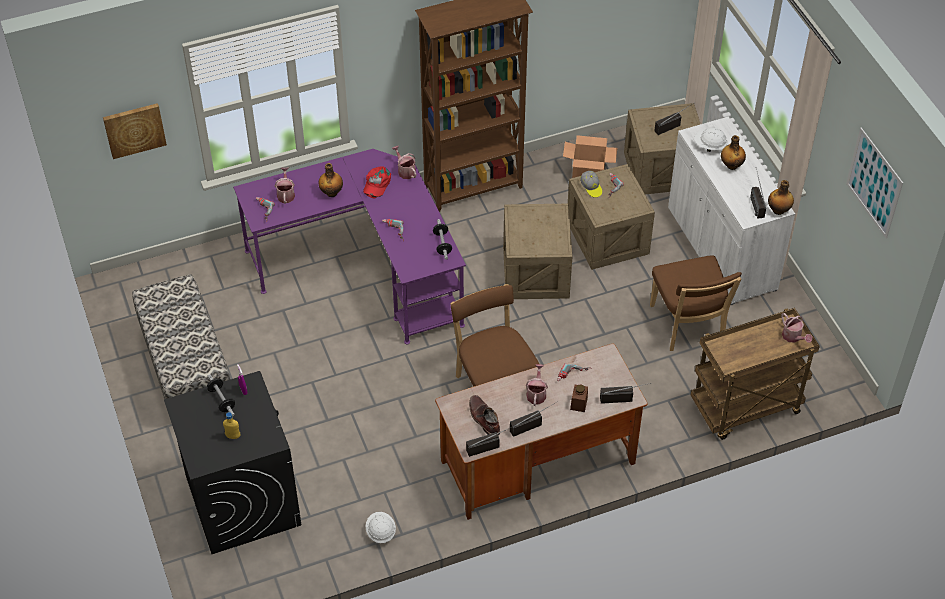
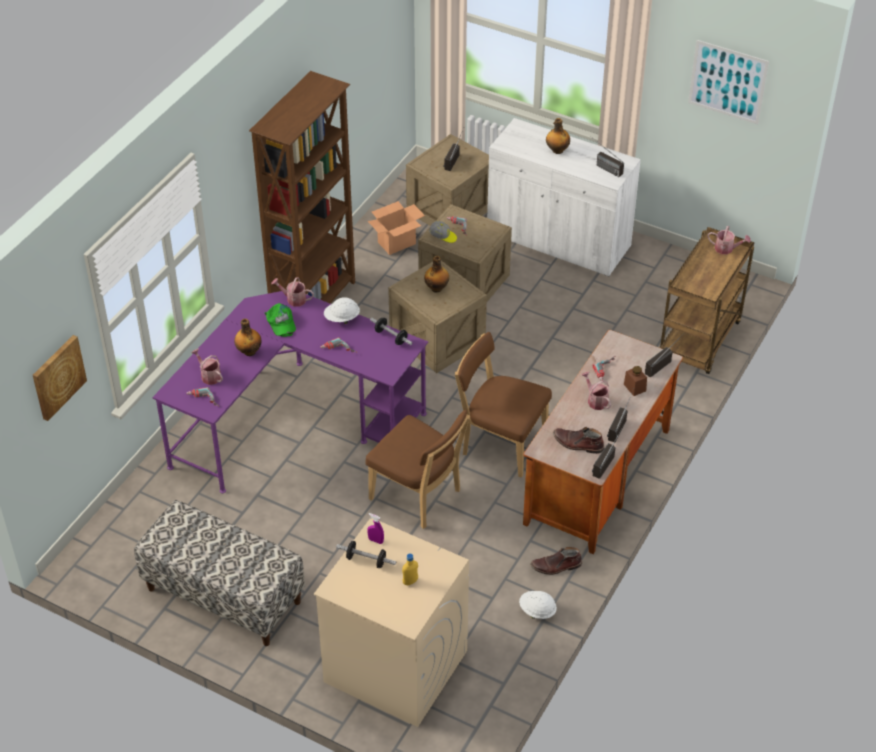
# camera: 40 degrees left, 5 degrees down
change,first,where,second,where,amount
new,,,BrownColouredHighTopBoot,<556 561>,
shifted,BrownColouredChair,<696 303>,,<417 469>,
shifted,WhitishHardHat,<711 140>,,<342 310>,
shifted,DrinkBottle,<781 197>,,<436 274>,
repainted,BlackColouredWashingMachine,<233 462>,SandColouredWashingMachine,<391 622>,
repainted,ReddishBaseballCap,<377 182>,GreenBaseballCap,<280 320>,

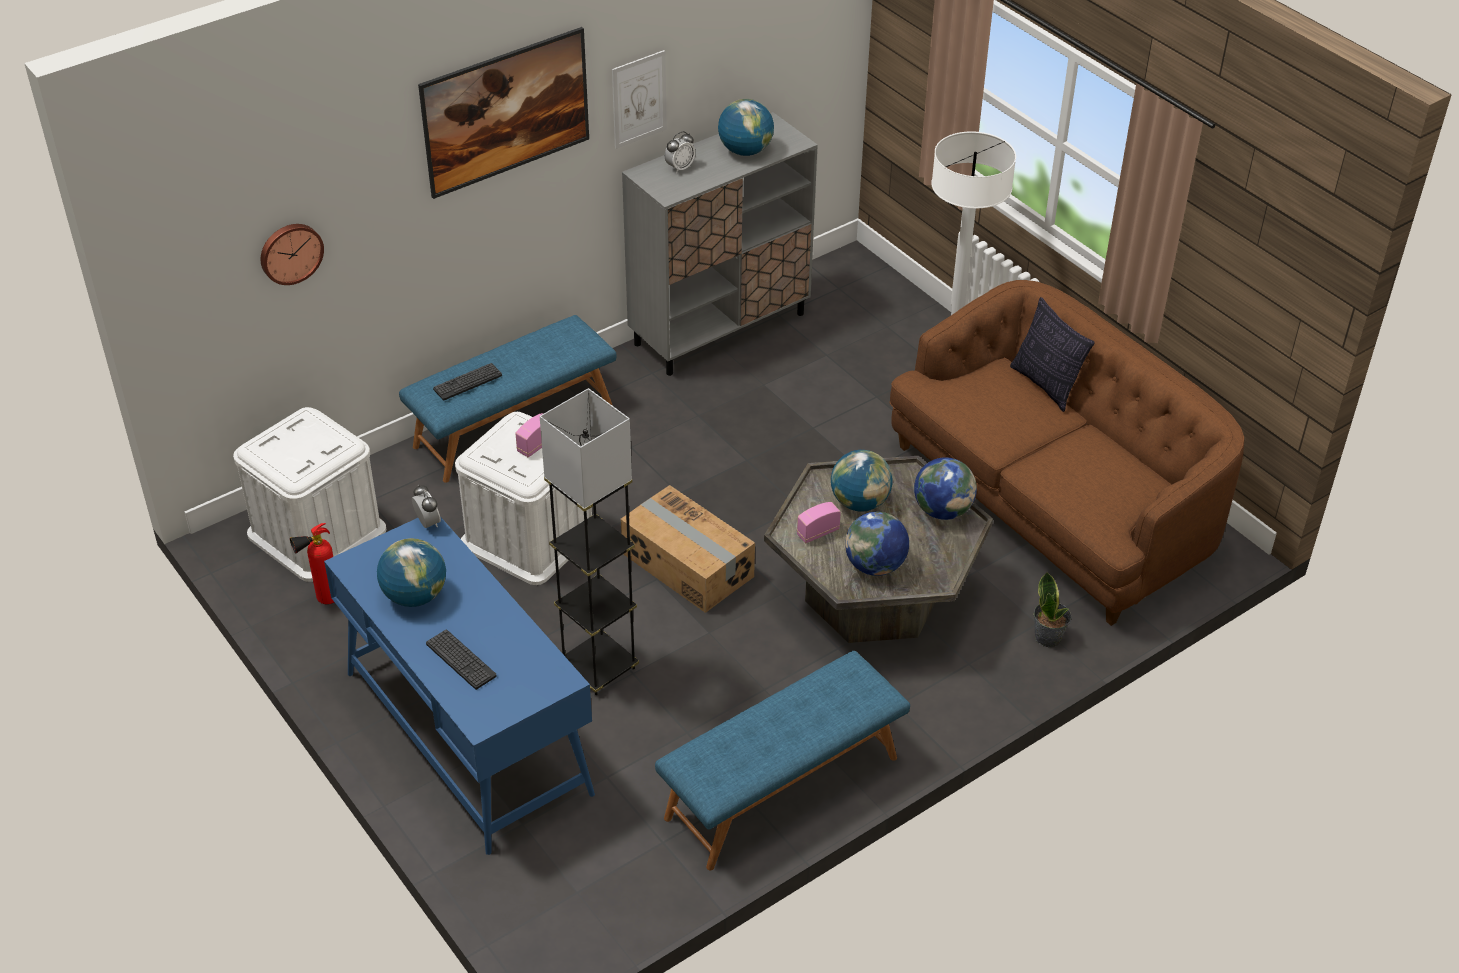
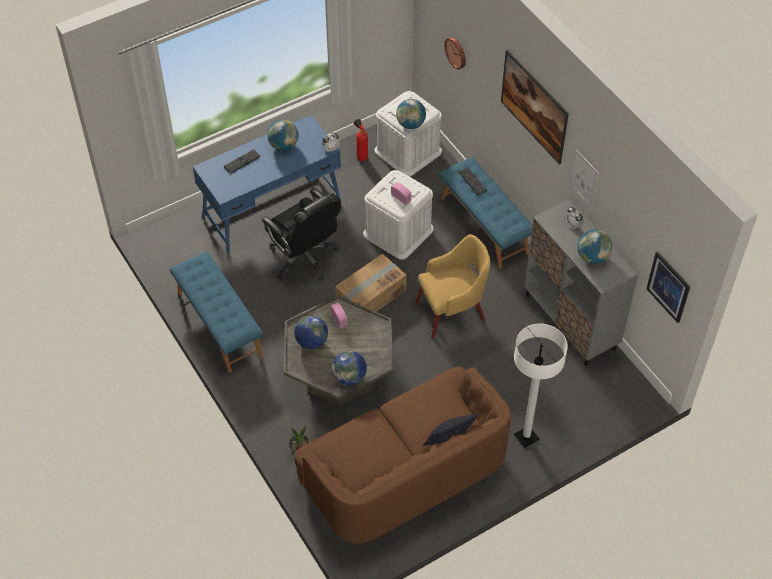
# camera: 95 degrees right, 10 degrees up
change,first,where,second,where,amount
new,,,YellowishArmchair,<452 286>,
new,,,Picture,<668 287>,
shifted,Globe,<862 481>,,<411 114>,
swapped,GreyishStandardLamp,<589 541>,BlackColouredComputerChair,<301 234>,

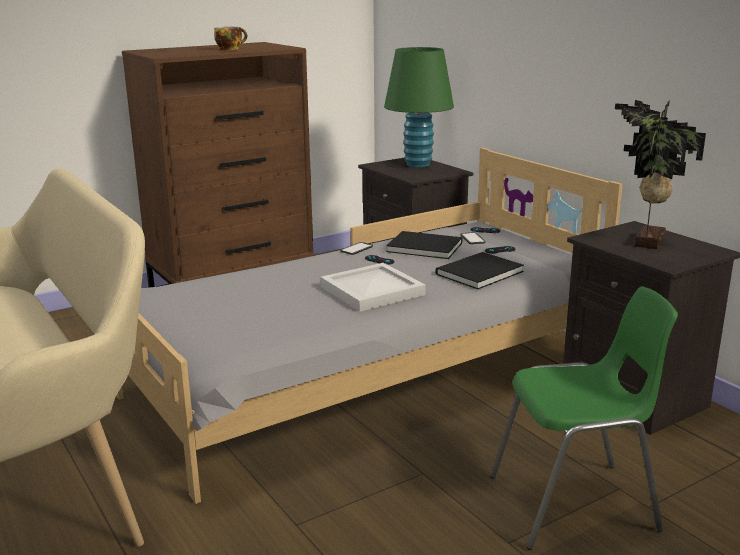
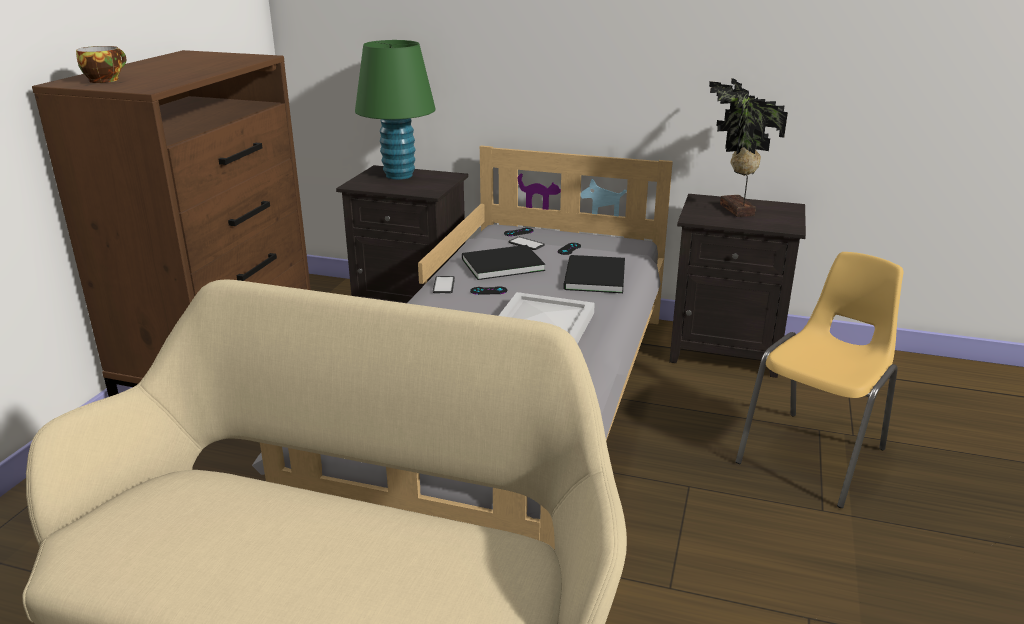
# camera: 40 degrees left, 5 degrees up
change,first,where,second,where,amount
shifted,SmallCup,<230 38>,,<101 64>,
repainted,GreenChair,<584 418>,YellowishChair,<819 380>,

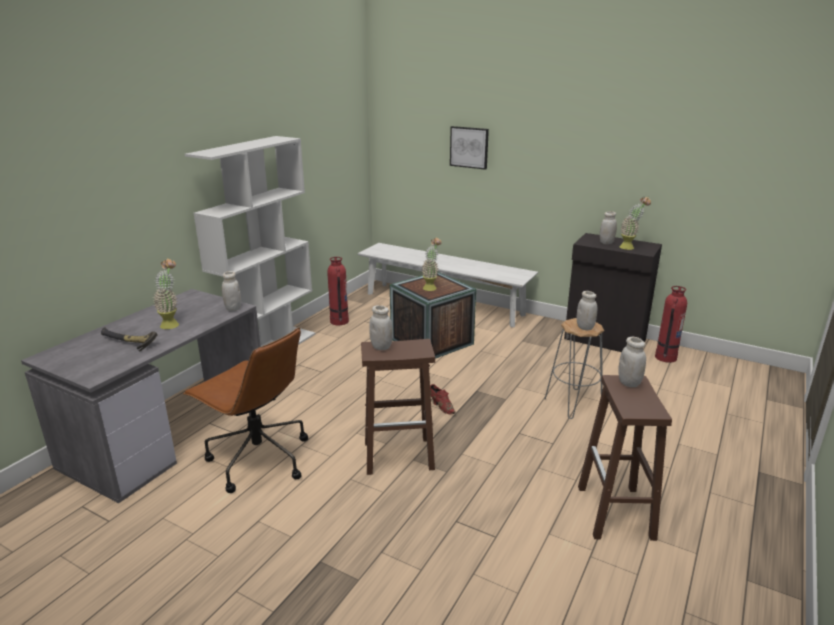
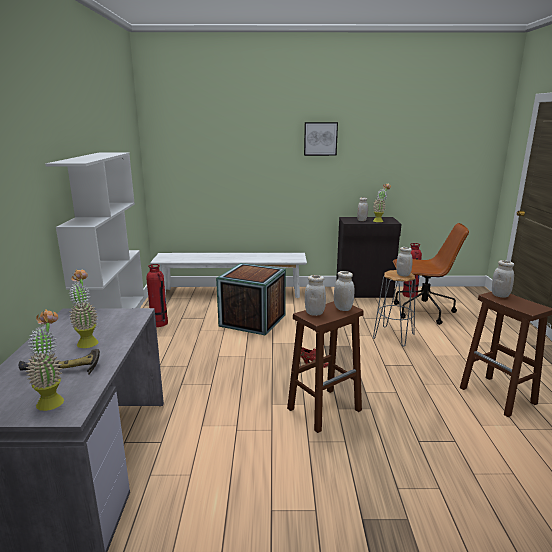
# camera: 30 degrees left, 5 degrees down
change,first,where,second,where,amount
shifted,BrownColouredComputerChair,<245 410>,,<431 274>,
shifted,WhitishJar,<231 291>,,<344 291>,
shifted,PlantInAPot,<431 264>,,<44 360>,
shifted,Picture,<469 148>,,<321 139>,

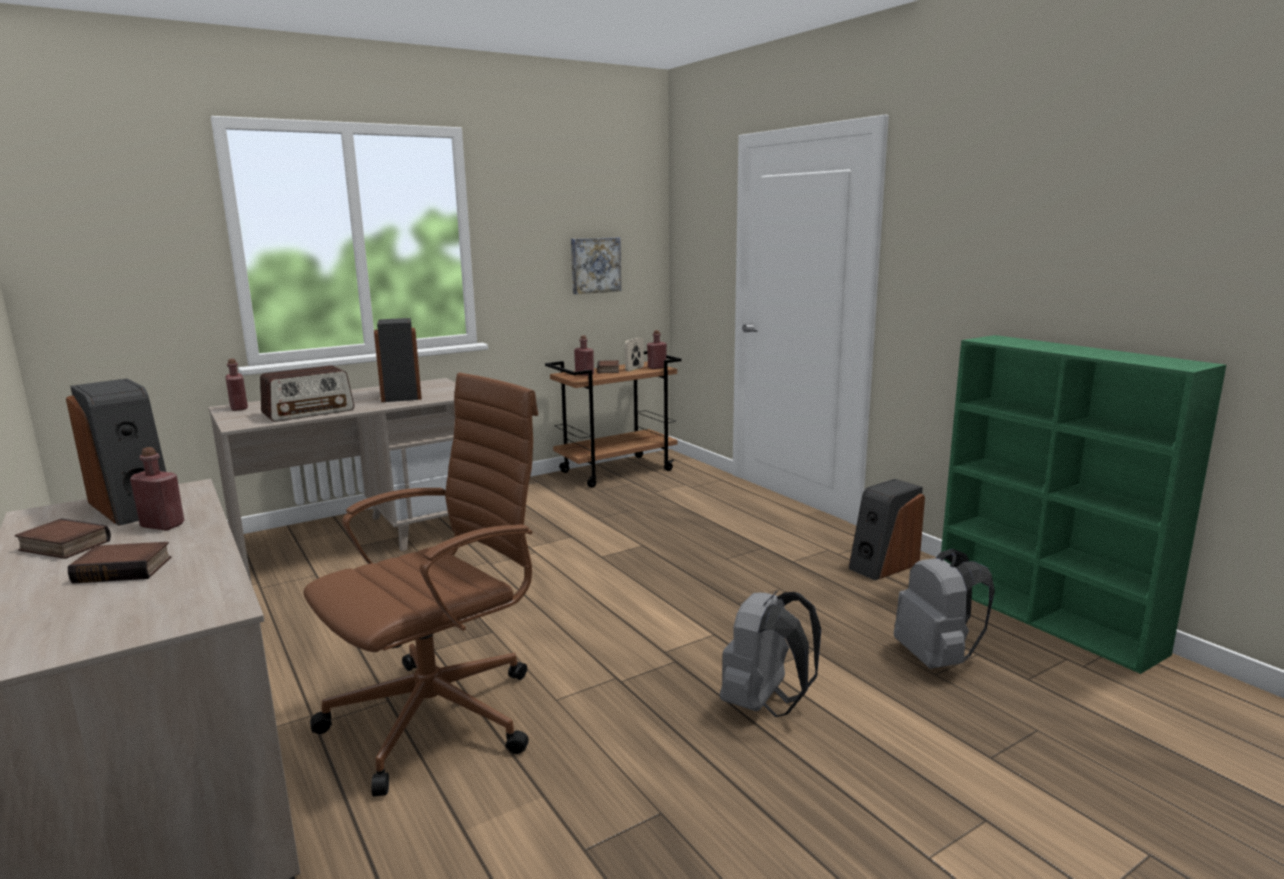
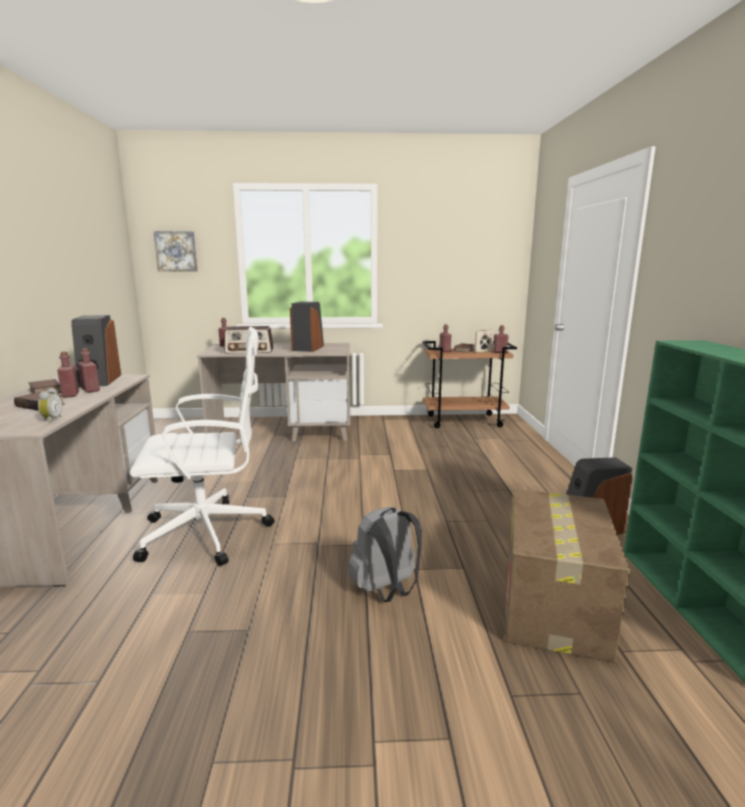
# camera: 30 degrees right, 0 degrees up
change,first,where,second,where,amount
new,,,AlarmClock,<50 405>,
new,,,ReddishDrinkBottle,<68 374>,
shifted,Picture,<596 265>,,<176 251>,
swapped,GreyishBackpack,<944 609>,Carton,<567 576>,
repainted,BrownColouredComputerChair,<420 585>,WhitishComputerChair,<202 446>,

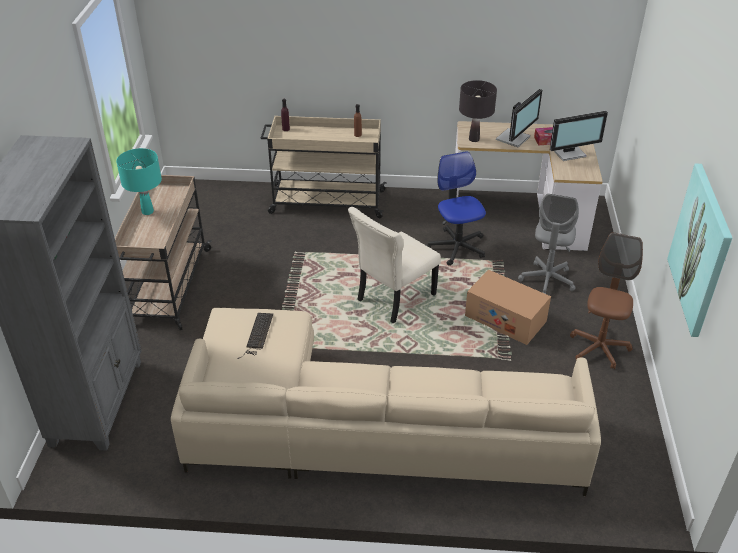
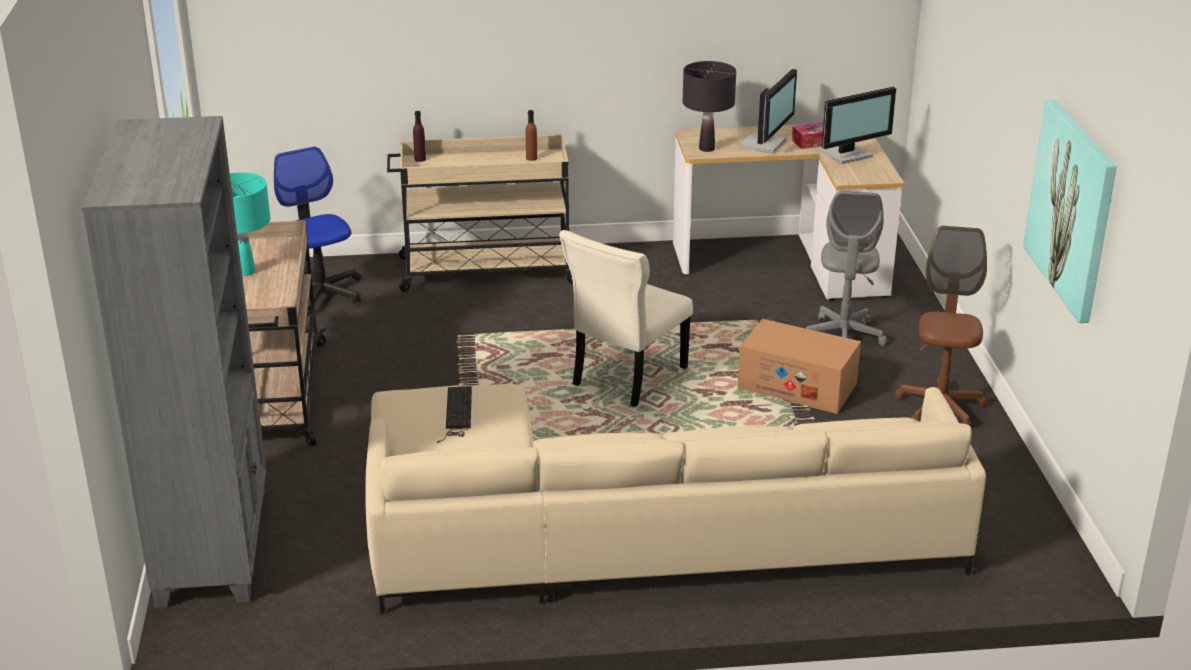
# camera: 10 degrees left, 10 degrees down
change,first,where,second,where,amount
shifted,ComputerChair,<455 208>,,<317 231>,

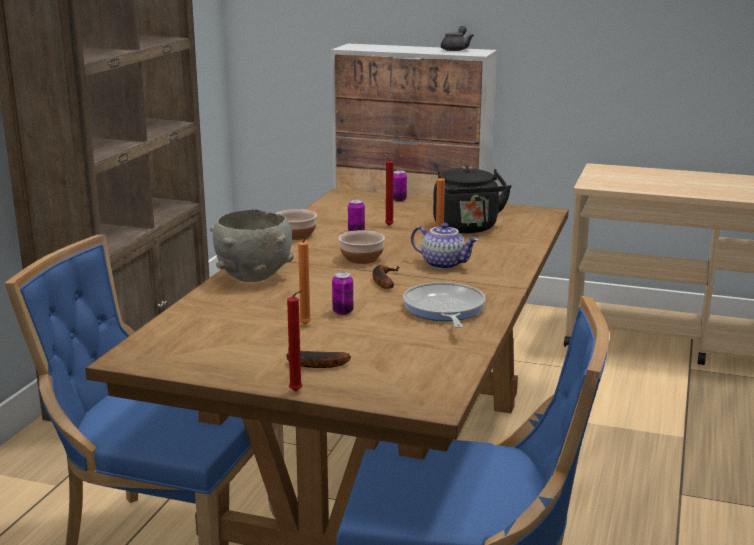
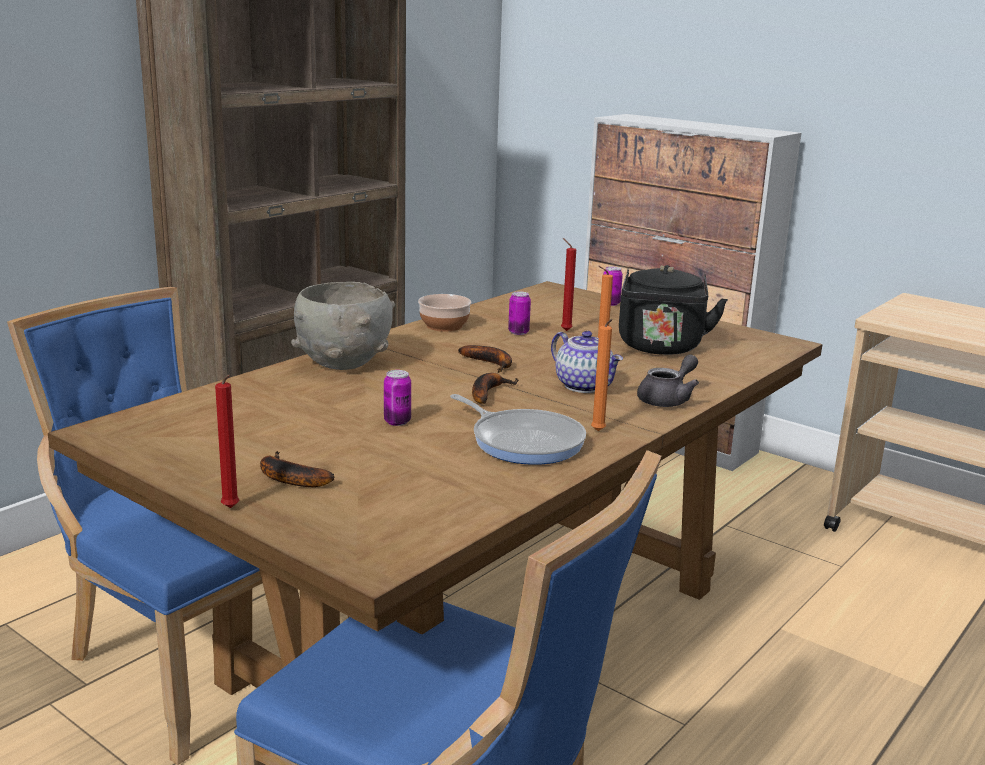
# camera: 20 degrees right, 0 degrees up
change,first,where,second,where,amount
shifted,OrangeWaxCandle,<304 280>,,<602 375>,
shifted,GreyishTeaPot,<457 38>,,<668 380>,
swapped,Bowl,<362 247>,WholeBanana,<485 359>,
rotated,Skillet,<444 305>,,<518 429>,120 degrees clockwise

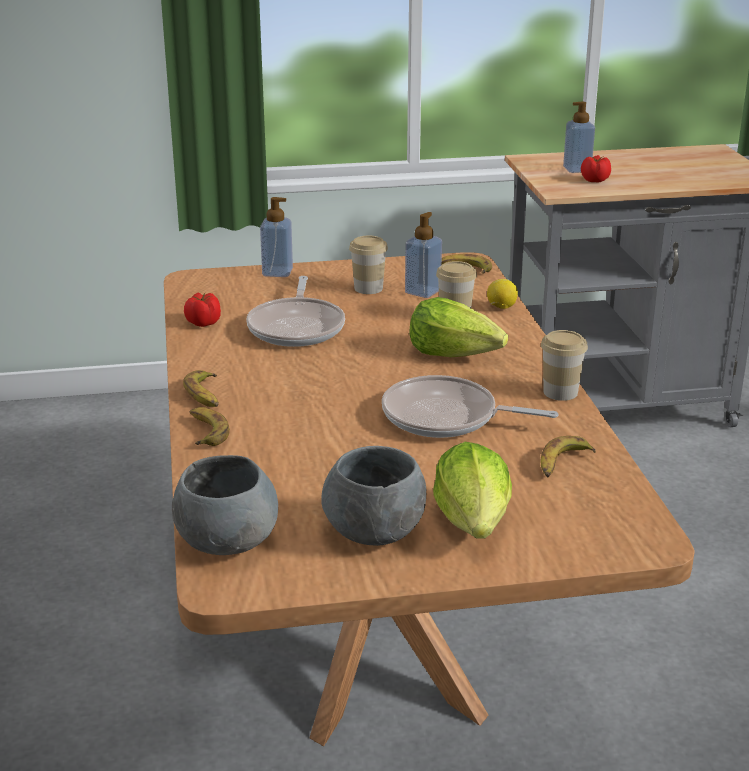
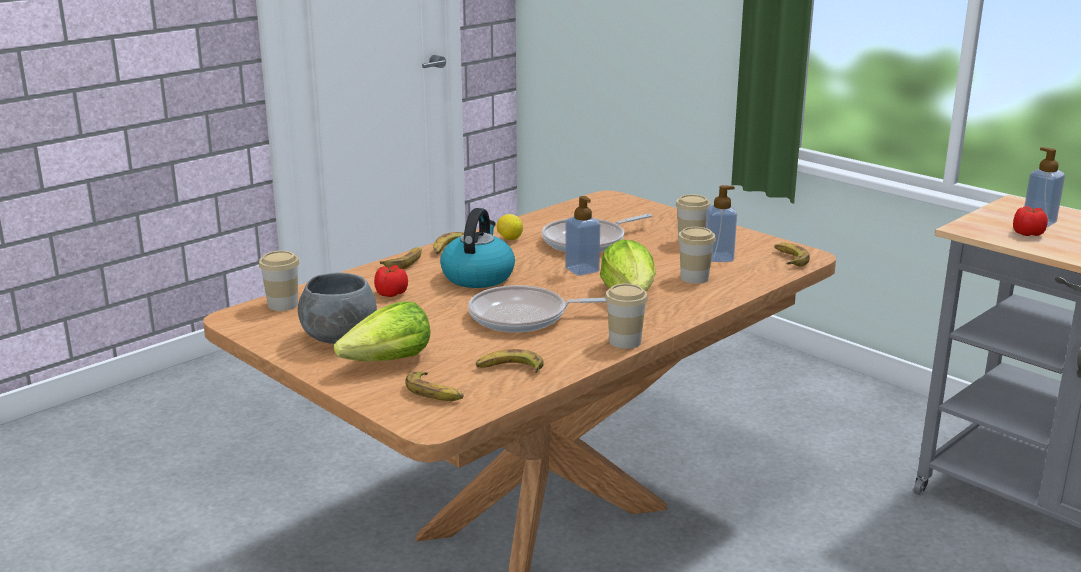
# camera: 55 degrees right, 5 degrees down
change,first,where,second,where,amount
new,,,WholeBanana,<434 386>,
new,,,Kettle,<477 248>,
shifted,FreshTomato,<202 310>,,<391 281>,
shifted,LiquidSoapBottle,<276 237>,,<582 236>,
shifted,CitrusFruit,<502 294>,,<510 227>,
swapped,GreyishBowl,<225 505>,SmallCup,<279 281>,
rotated,Skillet,<470 406>,,<537 308>,75 degrees counterclockwise

